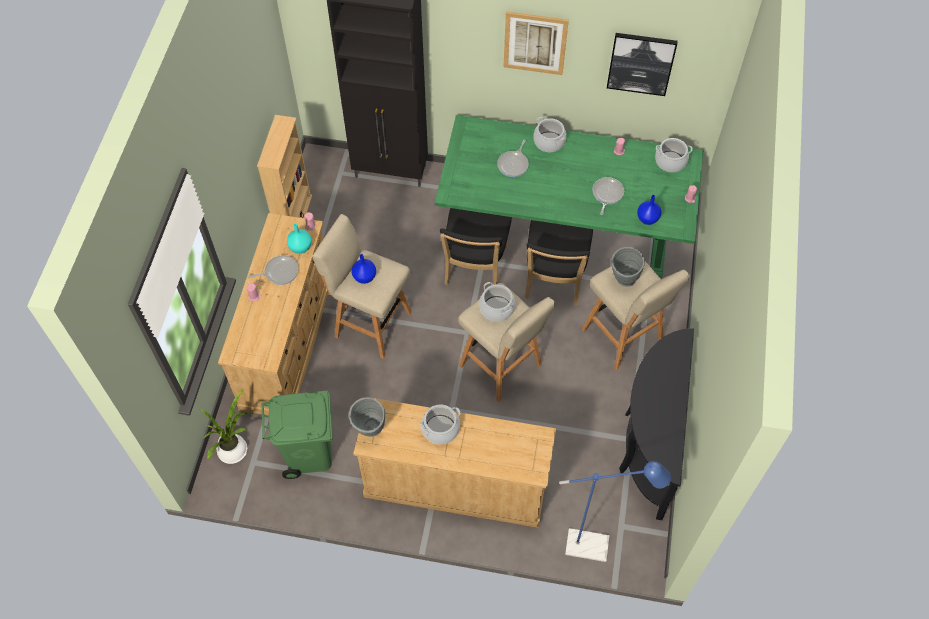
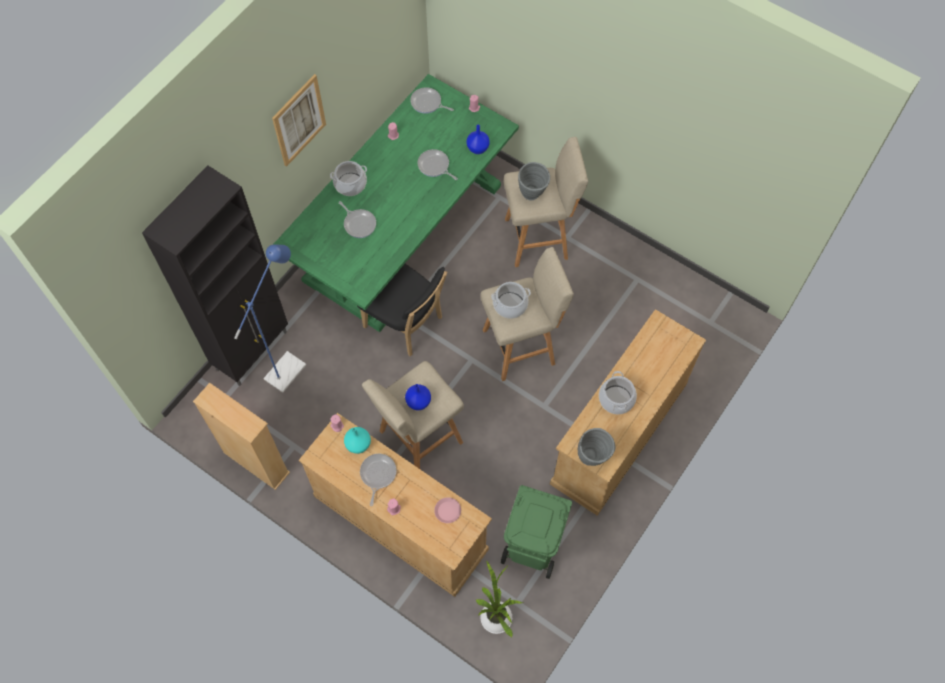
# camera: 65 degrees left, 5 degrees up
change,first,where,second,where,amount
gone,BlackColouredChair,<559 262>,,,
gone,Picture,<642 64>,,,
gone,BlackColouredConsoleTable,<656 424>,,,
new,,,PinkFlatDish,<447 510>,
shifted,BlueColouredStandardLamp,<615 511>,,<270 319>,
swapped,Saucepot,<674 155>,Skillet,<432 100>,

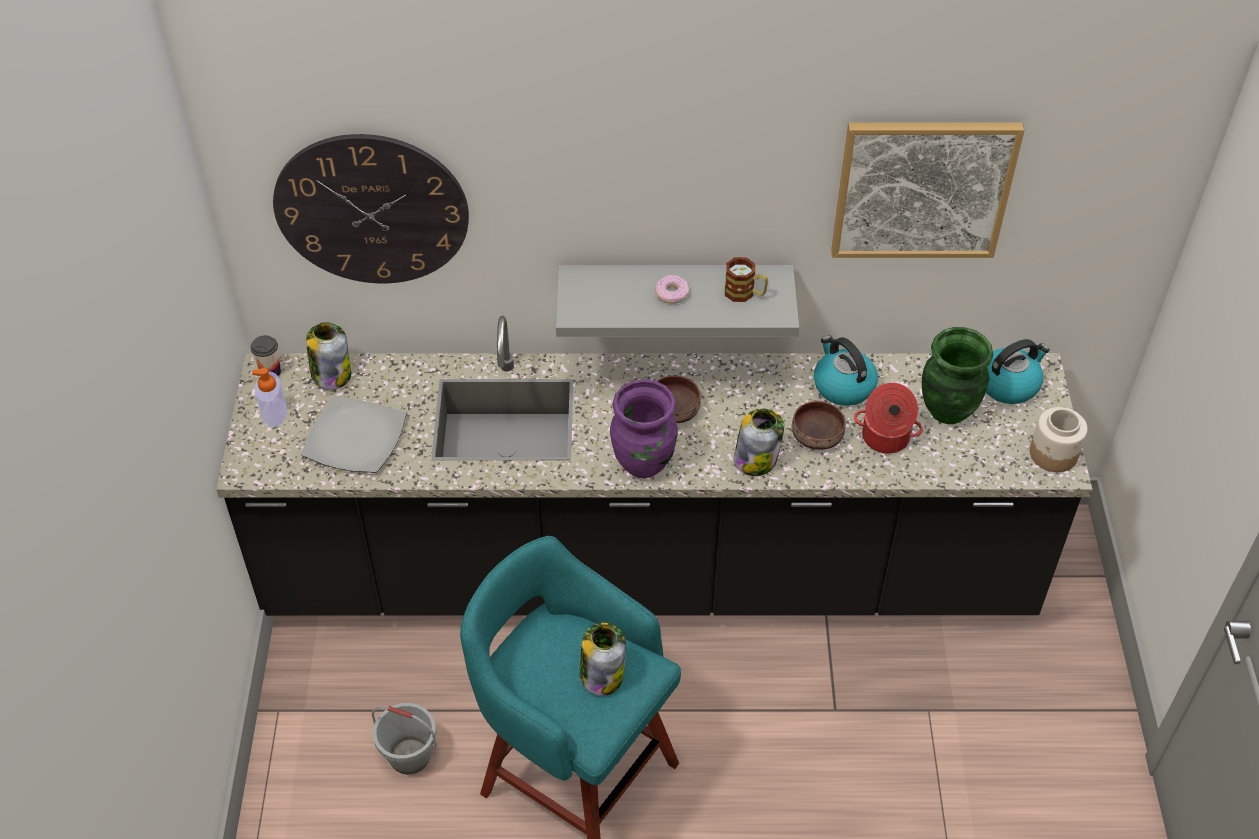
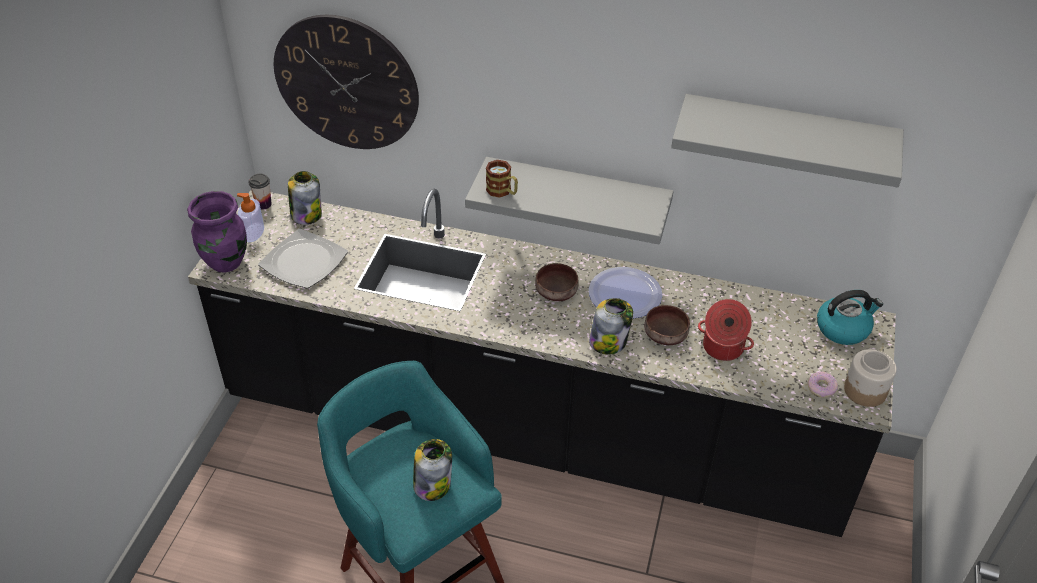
# camera: 15 degrees right, 5 degrees down
change,first,where,second,where,amount
gone,GreyishWaterBucket,<404 739>,,,
gone,Kettle,<846 370>,,,
gone,GreenDecorativeVase,<957 375>,,,
new,,,FlatDish,<625 293>,
shifted,PurpleColouredDecorativeVase,<644 428>,,<217 232>,
shifted,Doughnut,<672 289>,,<822 384>,
shifted,Mug,<746 279>,,<502 179>,
swapped,Picture,<927 190>,GreyishWallShelf,<787 141>,

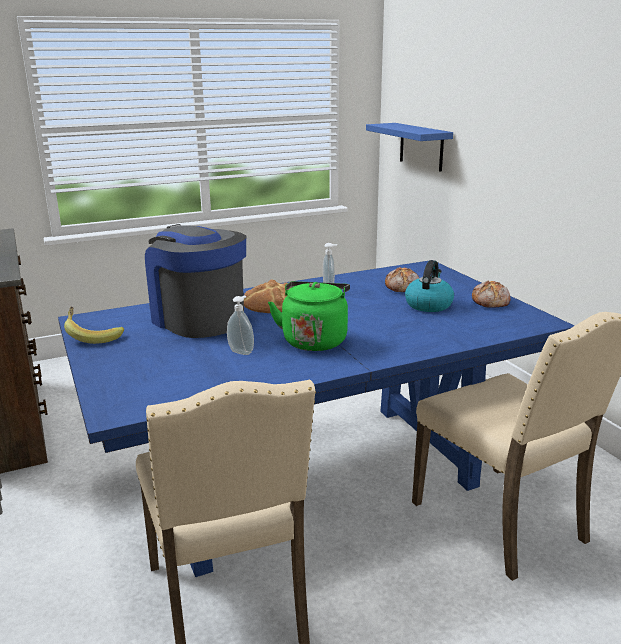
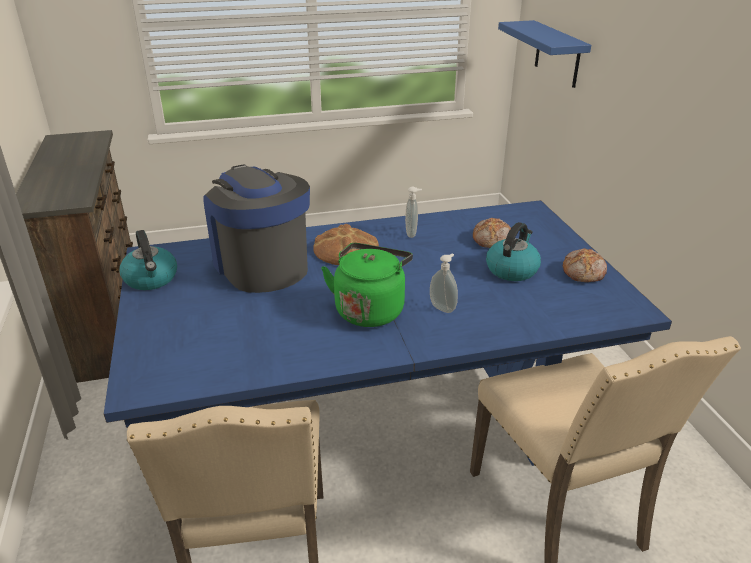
# camera: 10 degrees right, 10 degrees up
change,first,where,second,where,amount
shifted,LiquidSoapBottle,<240 325>,,<444 283>,
swapped,WholeBanana,<94 325>,Kettle,<148 260>,

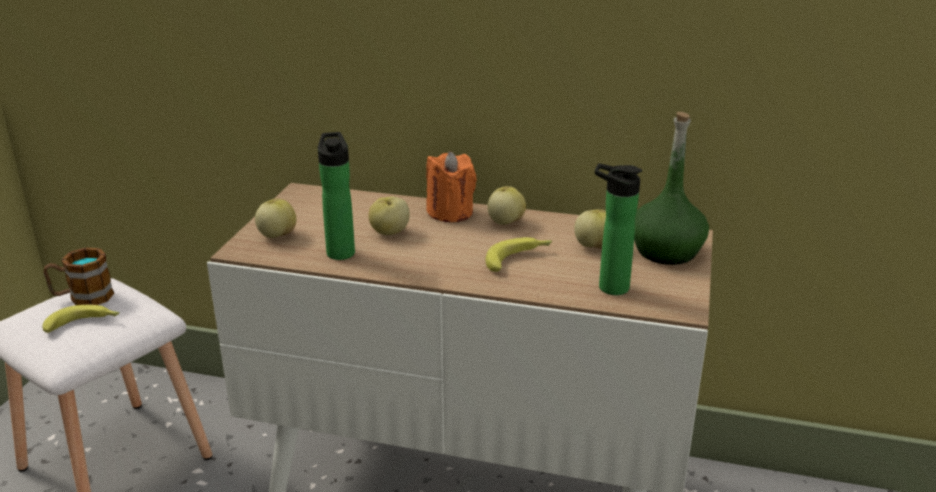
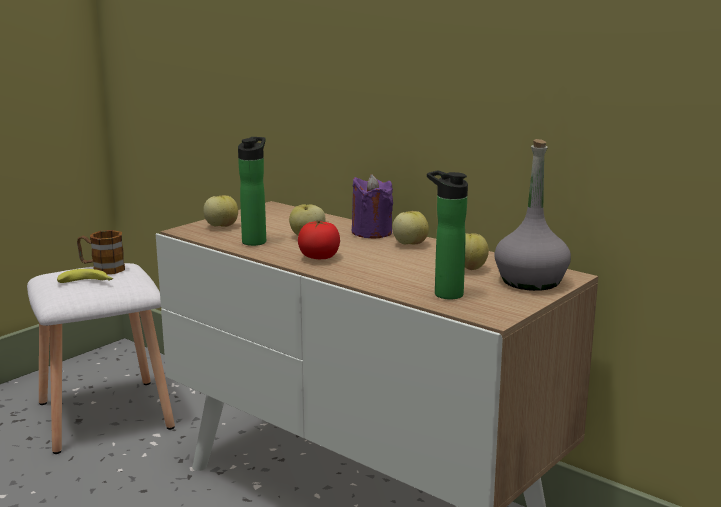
# camera: 25 degrees right, 10 degrees down
change,first,where,second,where,amount
gone,WholeBanana,<519 254>,,,
new,,,FreshTomato,<319 240>,
repainted,OrangeWaxCandle,<451 187>,PurpleColouredWaxCandle,<372 206>,
repainted,GreenDrinkBottle,<671 188>,GreyishDrinkBottle,<532 215>,

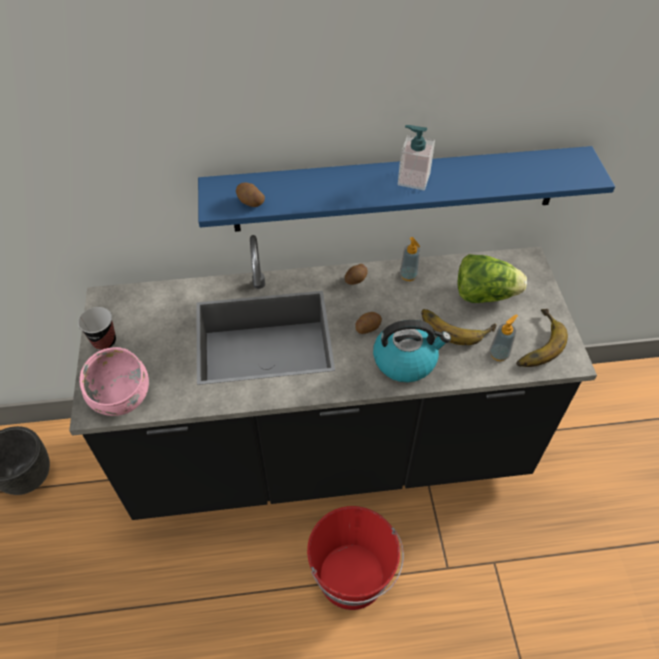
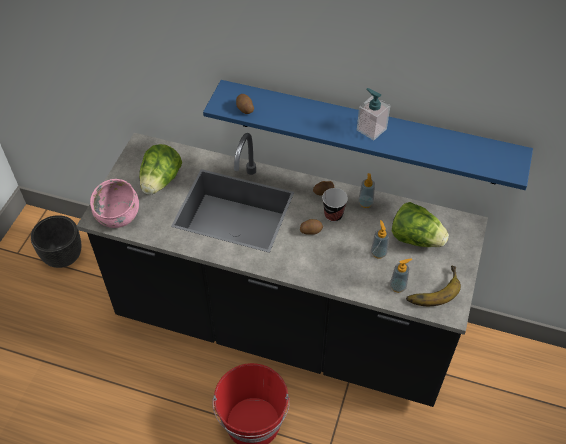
# camera: 25 degrees right, 0 degrees up
change,first,where,second,where,amount
gone,Kettle,<412 351>,,,
new,,,LettuceHead,<160 169>,
shifted,SmallCup,<97 328>,,<335 205>,
swapped,WholeBanana,<459 327>,LiquidSoapBottle,<380 239>,

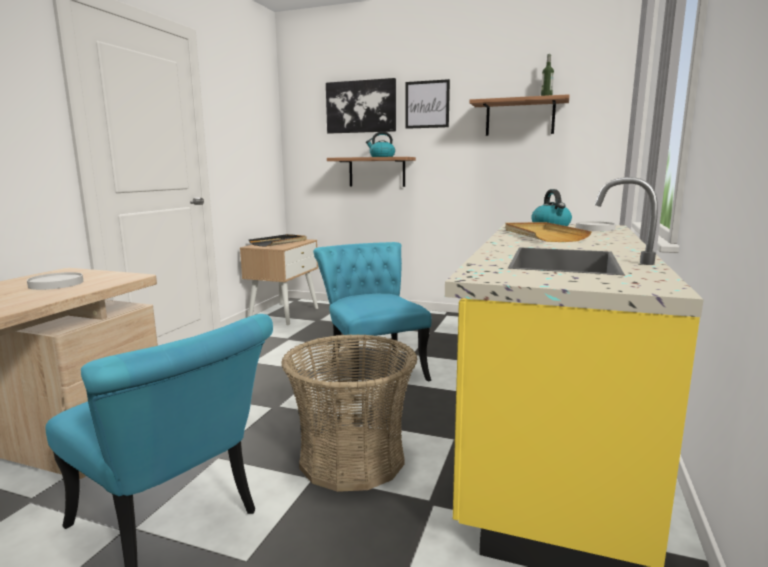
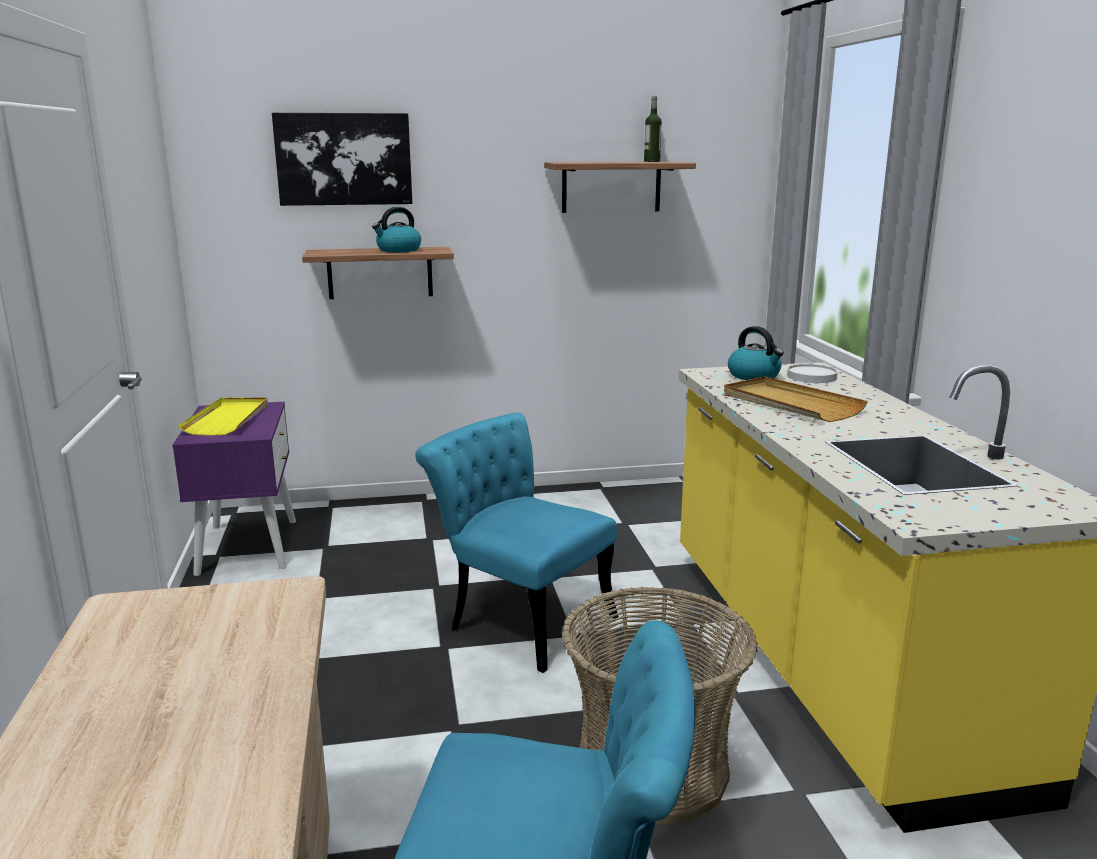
# camera: 30 degrees left, 5 degrees up
change,first,where,second,where,amount
gone,WhitishFlatDish,<55 281>,,,
gone,Picture,<427 104>,,,
repainted,SandColouredBedsideTable,<279 282>,PurpleColouredBedsideTable,<234 489>,
repainted,BlackColouredCarryingTray,<278 240>,YellowishCarryingTray,<223 417>,

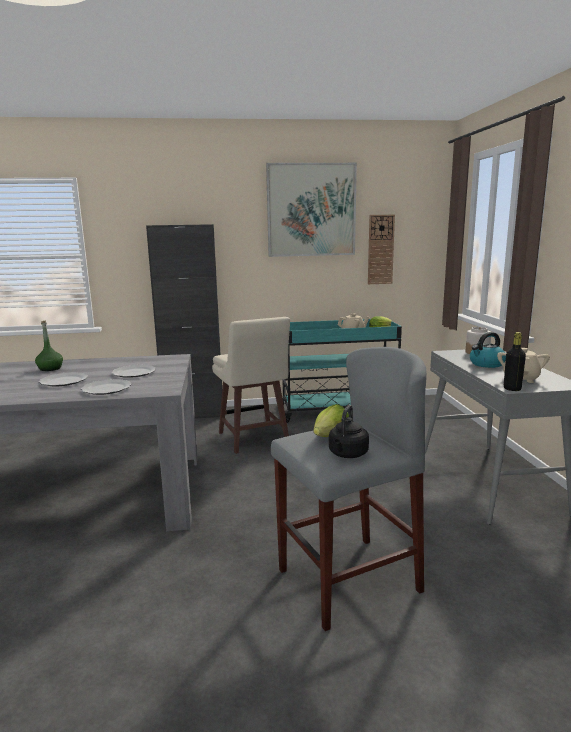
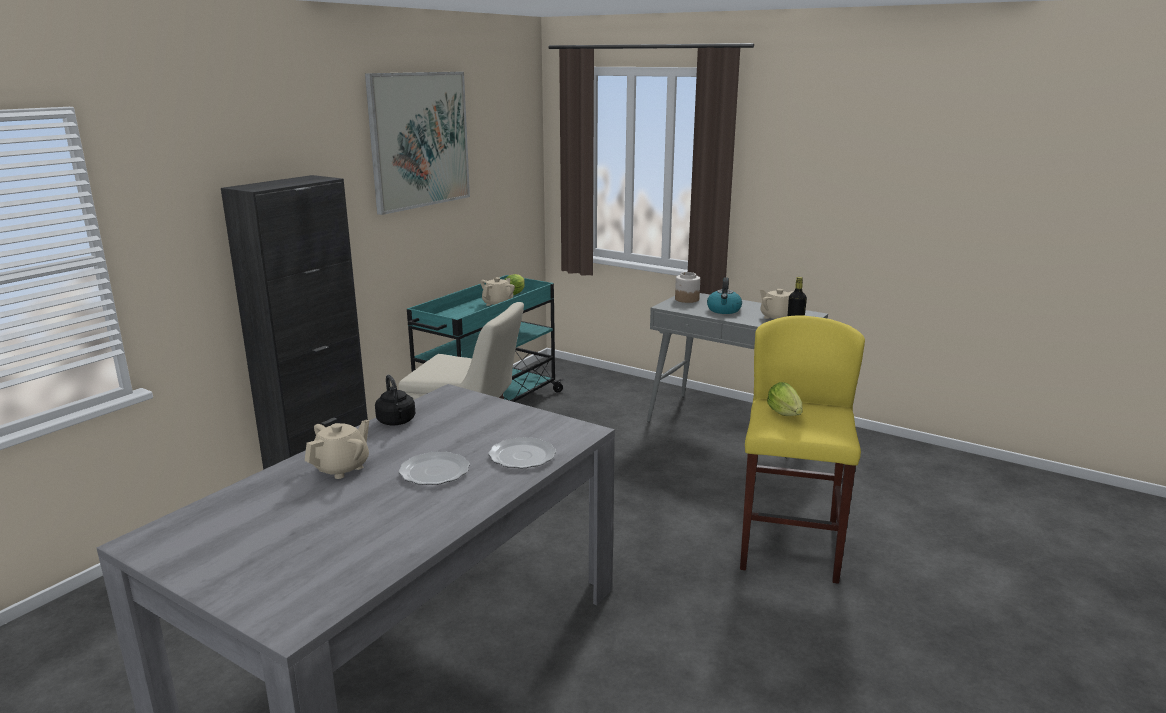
# camera: 50 degrees left, 5 degrees up
change,first,where,second,where,amount
gone,FlatDish,<134 371>,,,
gone,HangingClock,<381 249>,,,
shifted,BlackColouredKettle,<349 431>,,<395 400>,
swapped,GreenDrinkBottle,<49 345>,SandColouredTeaPot,<337 449>,
repainted,GreyishSittingStool,<349 489>,YellowishSittingStool,<802 449>,

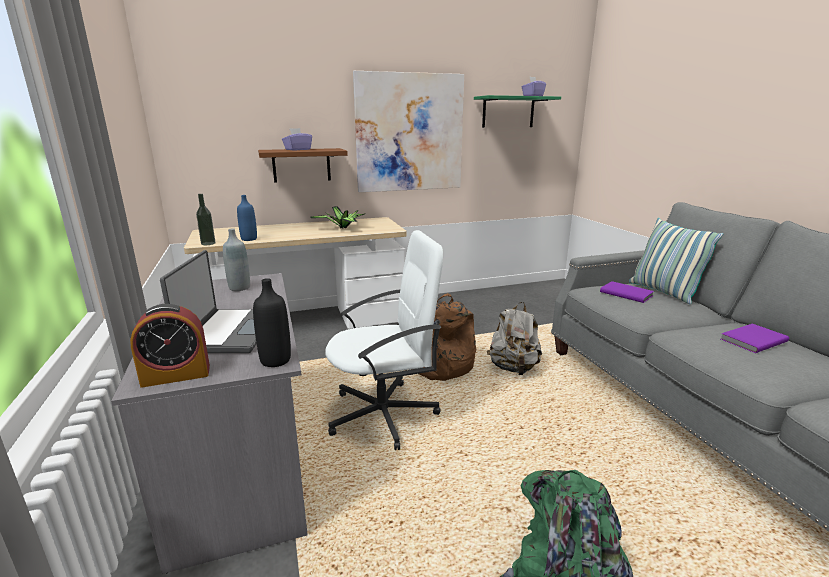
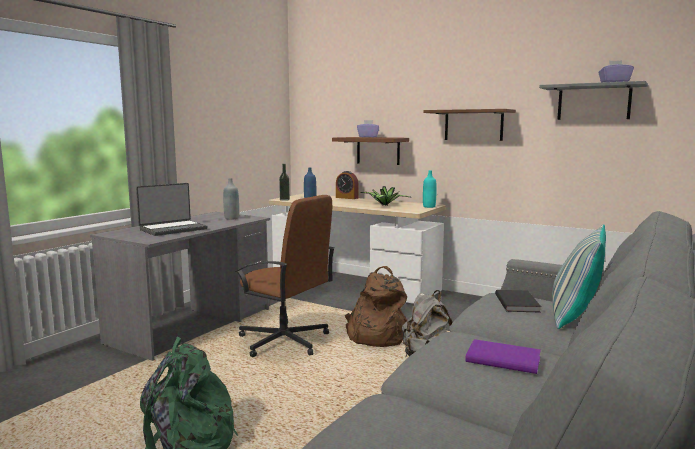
# camera: 50 degrees right, 10 degrees down
change,first,where,second,where,amount
gone,BlackColouredDrinkBottle,<272 322>,,,
new,,,TurquoiseDrinkBottle,<430 189>,
shifted,AlarmClock,<170 346>,,<347 185>,
swapped,Picture,<408 131>,BrownColouredWallShelf,<469 125>,
repainted,WhitishComputerChair,<384 340>,BrownColouredComputerChair,<284 276>,
repainted,GreenWallShelf,<517 111>,GreyishWallShelf,<593 100>,
repainted,PurpleColouredVolume,<627 292>,BlackColouredVolume,<518 301>,

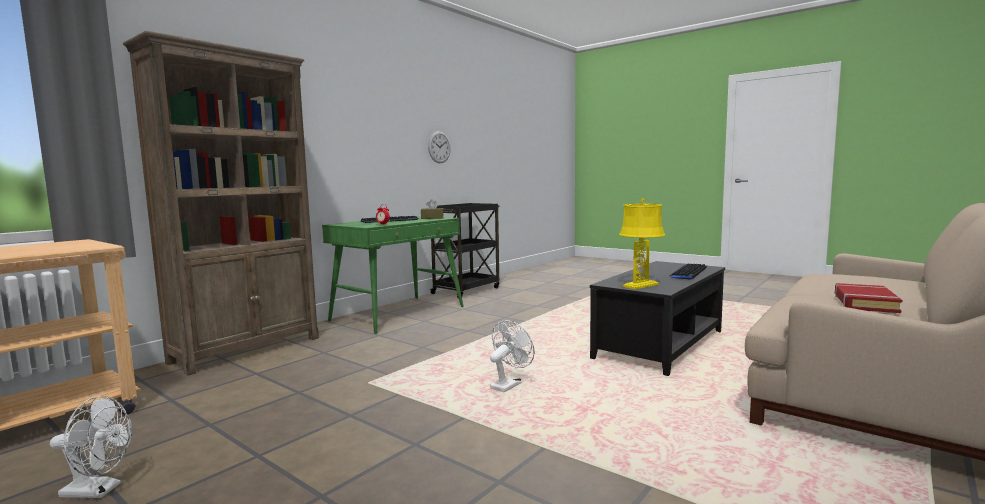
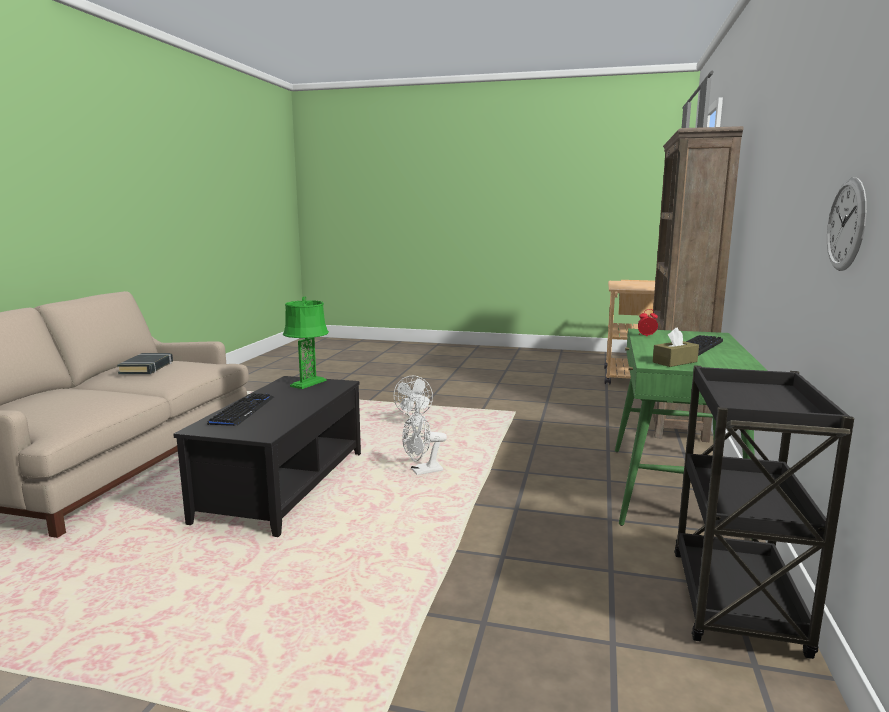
# camera: 155 degrees right, 5 degrees up
change,first,where,second,where,amount
shifted,WhitishFan,<91 447>,,<424 443>,
repainted,YellowishLampForATable,<642 243>,GreenLampForATable,<306 343>,
repainted,ReddishVolume,<868 298>,BlackColouredVolume,<145 363>,

